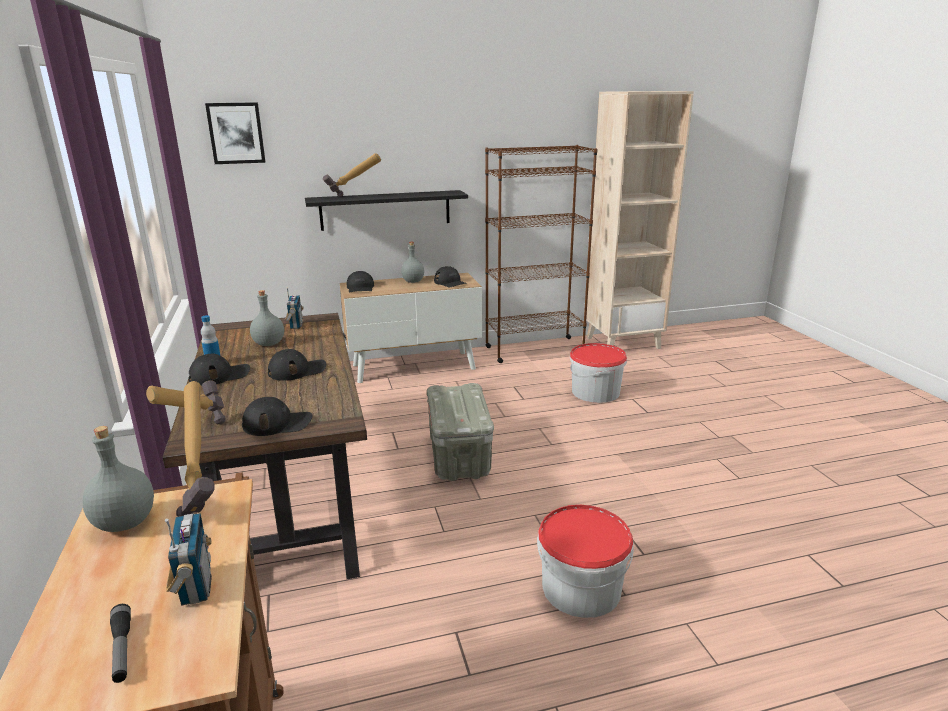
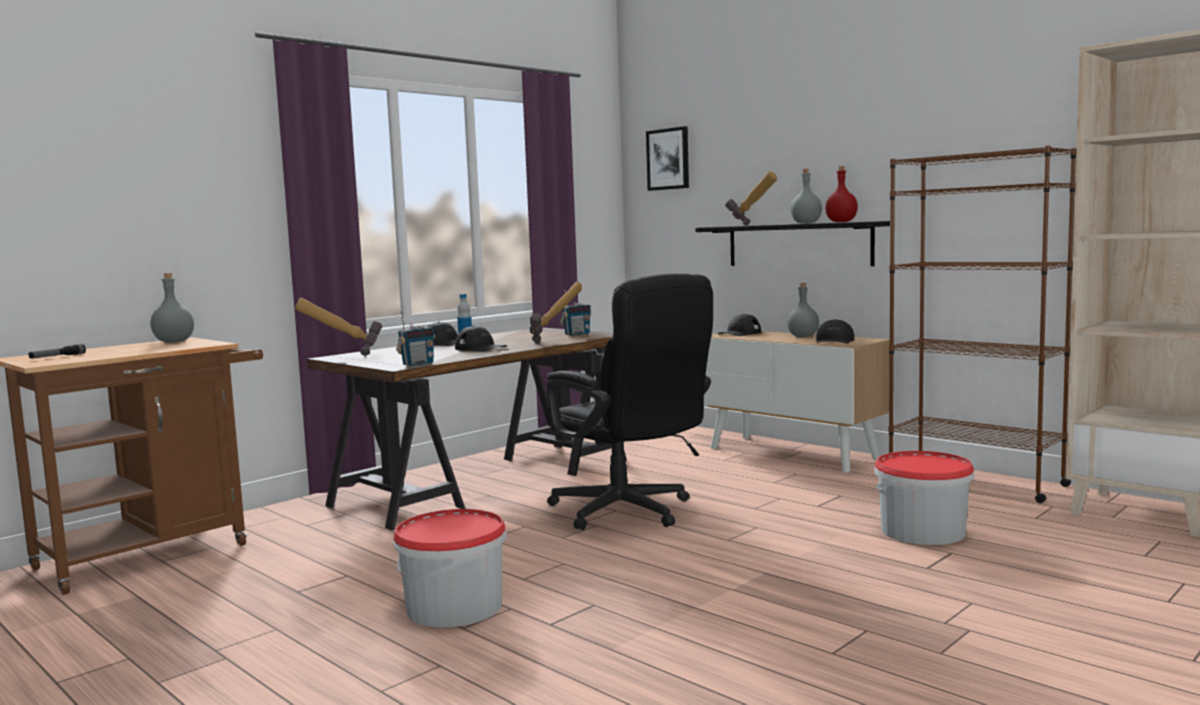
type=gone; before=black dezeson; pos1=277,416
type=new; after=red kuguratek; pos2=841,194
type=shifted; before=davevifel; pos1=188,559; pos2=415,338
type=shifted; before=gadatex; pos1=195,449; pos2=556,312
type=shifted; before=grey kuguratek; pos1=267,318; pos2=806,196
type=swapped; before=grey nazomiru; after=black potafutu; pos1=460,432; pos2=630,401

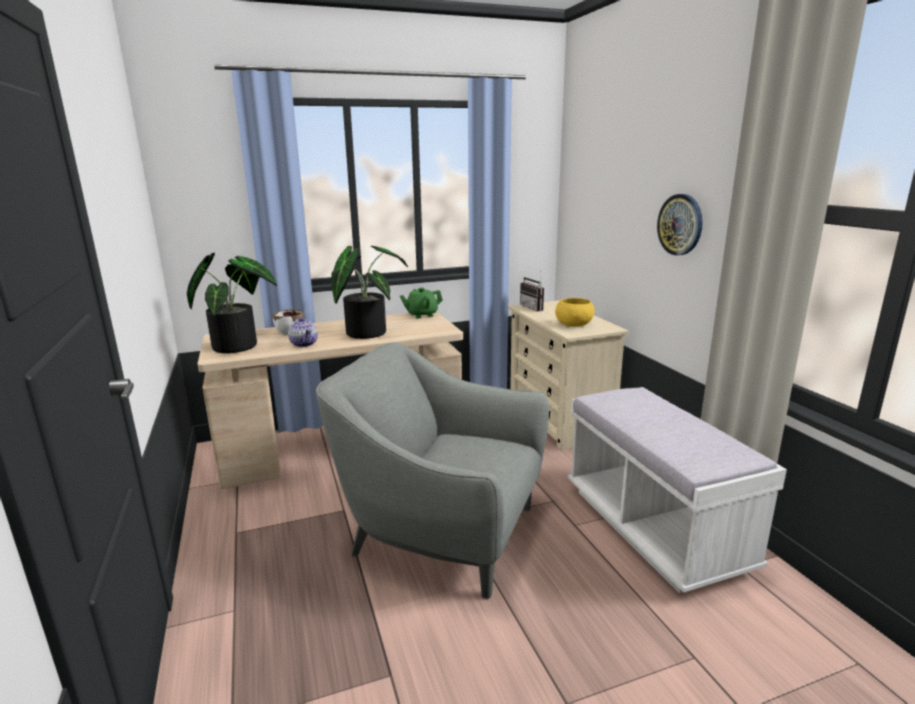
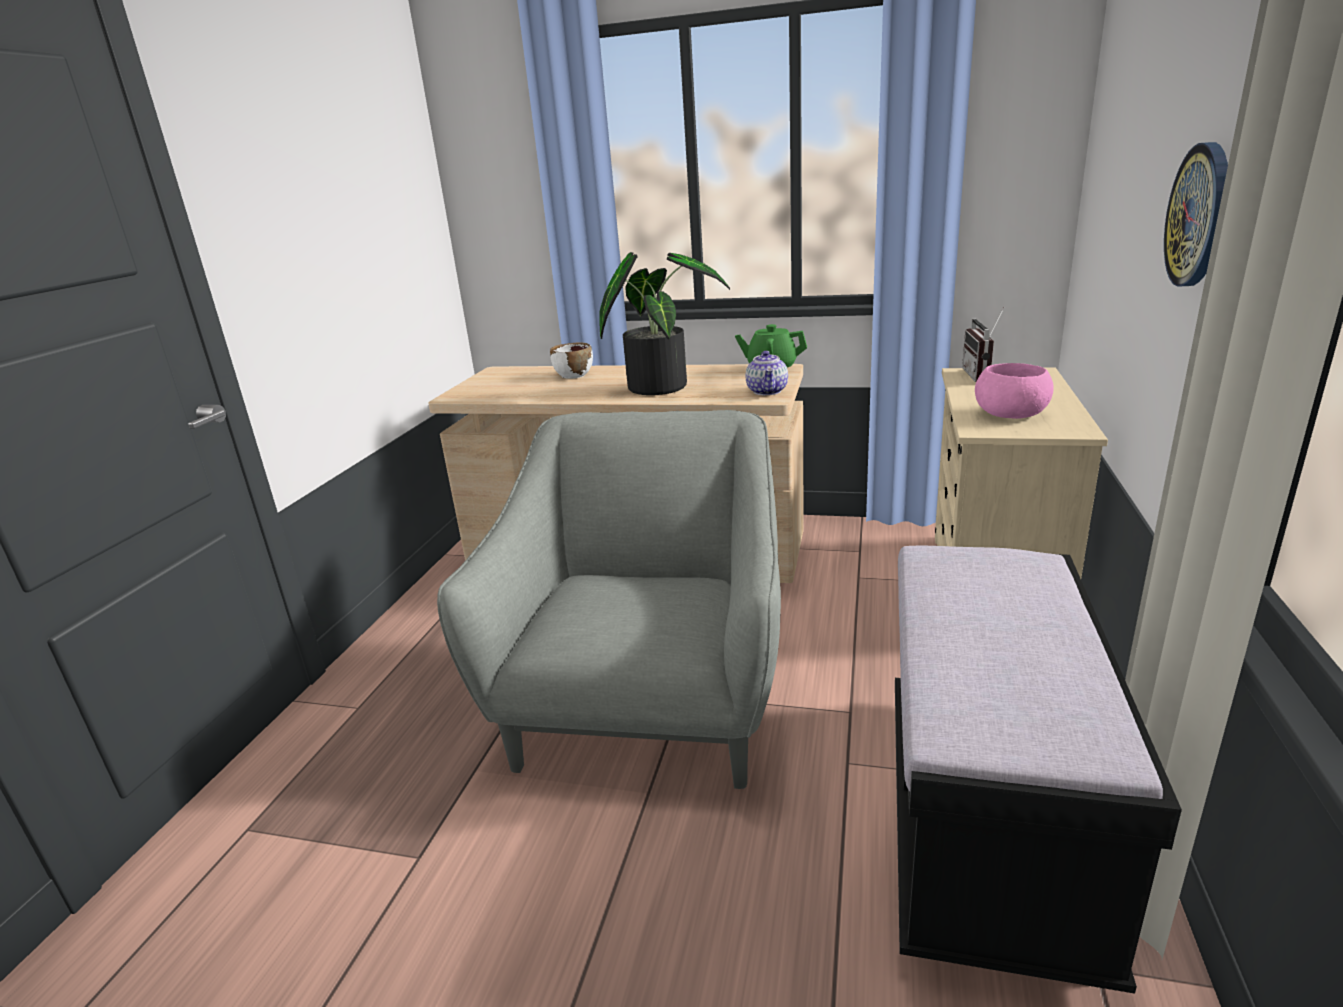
type=gone; before=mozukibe; pos1=232,303
type=shifted; before=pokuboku; pos1=303,332; pos2=767,373
type=repainted; before=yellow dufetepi; after=pink dufetepi; pos1=575,312; pos2=1014,391
type=repainted; before=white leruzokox; after=black leruzokox; pos1=677,490; pos2=1038,770
type=rotated; before=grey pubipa; pos1=432,471; pos2=609,599; turn=45

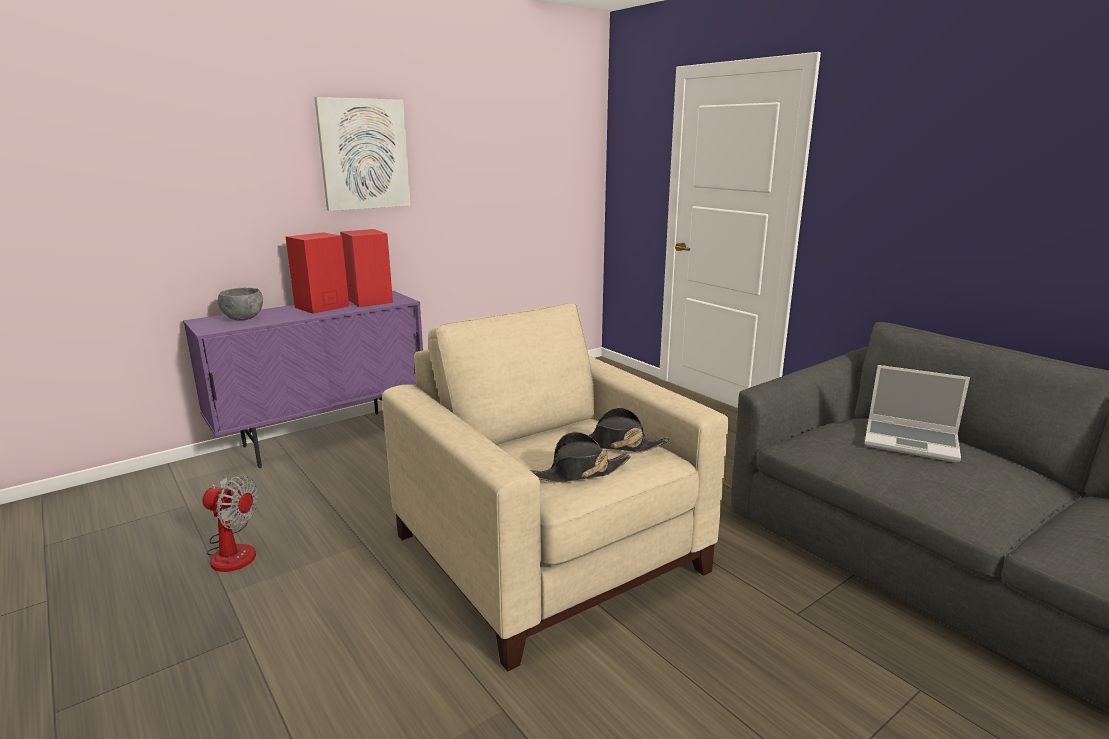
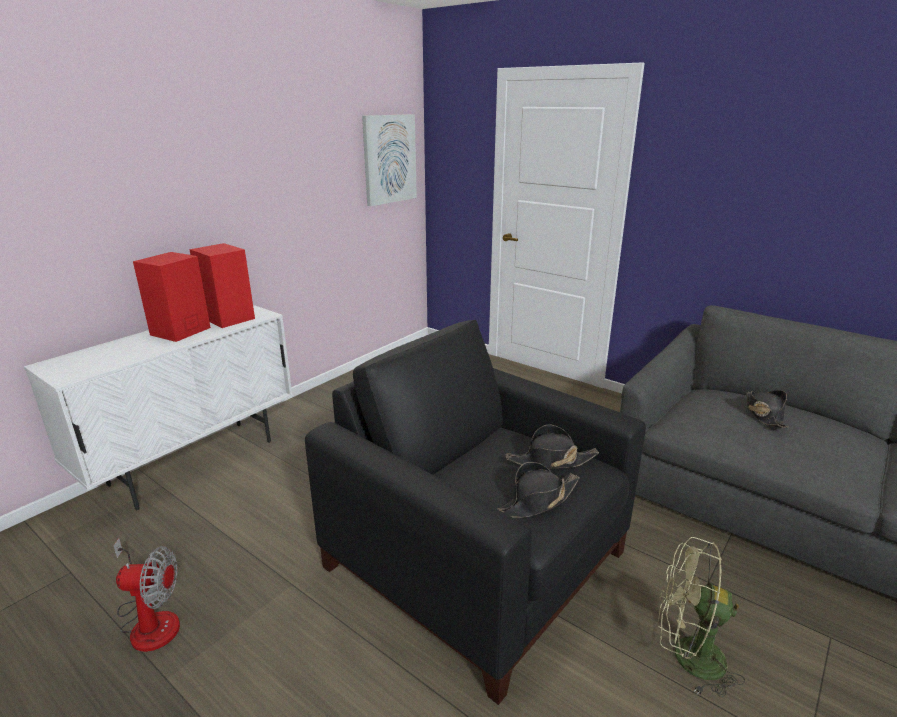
type=gone; before=grey dufetepi; pos1=240,304
type=new; after=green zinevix; pos2=701,617
type=shifted; before=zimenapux; pos1=362,154; pos2=389,160
type=swapped; before=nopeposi; after=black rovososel; pos1=917,413; pos2=767,409
type=repainted; before=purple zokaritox; after=white zokaritox; pos1=303,379; pos2=158,407
type=repainted; before=beige pubipa; after=black pubipa; pos1=555,487; pos2=475,512

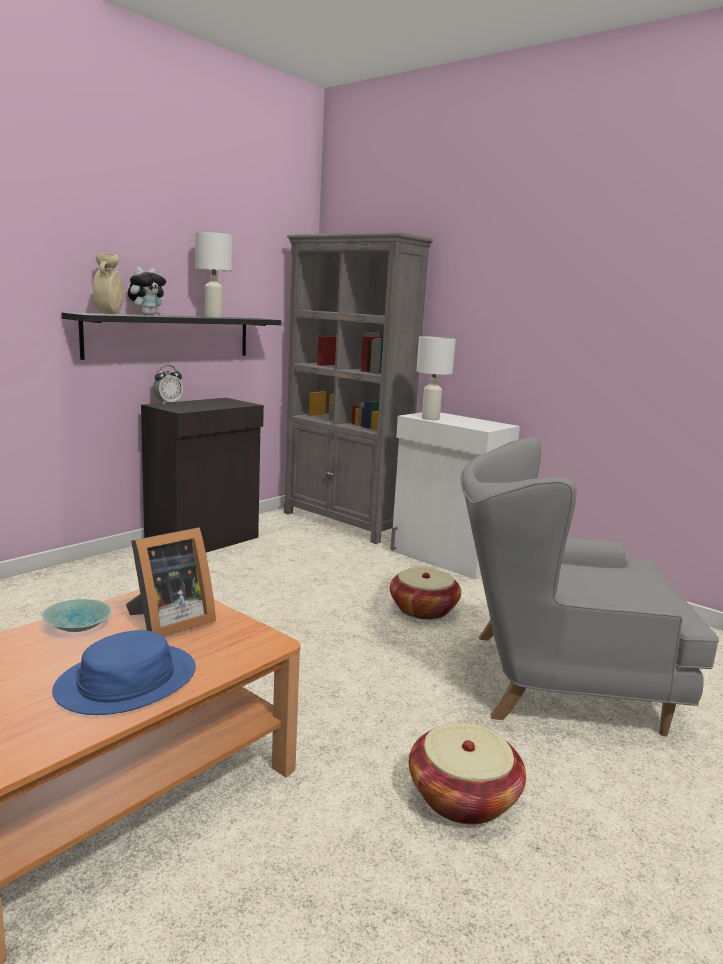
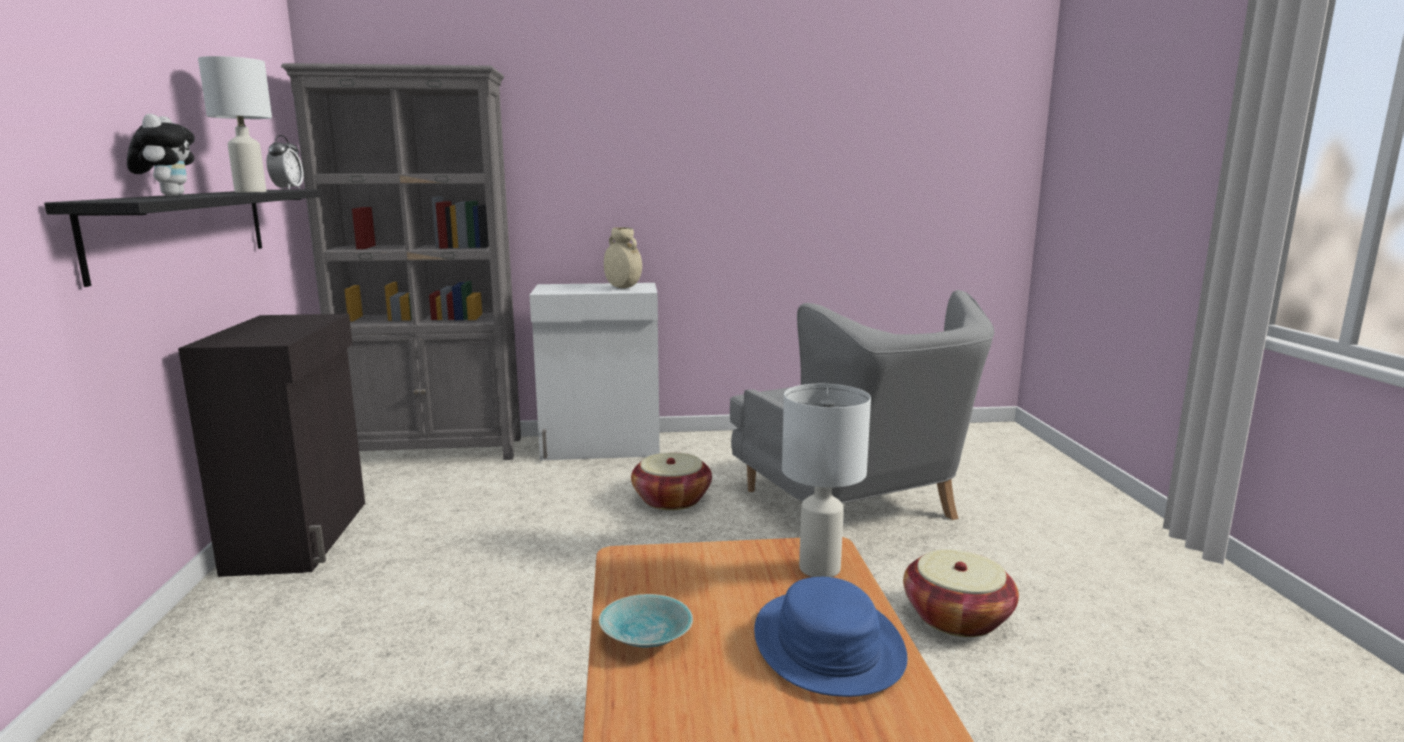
type=gone; before=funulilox; pos1=171,582
type=shifted; before=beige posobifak; pos1=108,283; pos2=623,257
type=shifted; before=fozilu; pos1=168,385; pos2=284,162
type=shifted; before=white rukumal; pos1=436,378; pos2=826,480
type=rotated; before=grey pubipa; pos1=589,587; pos2=862,405; turn=-75

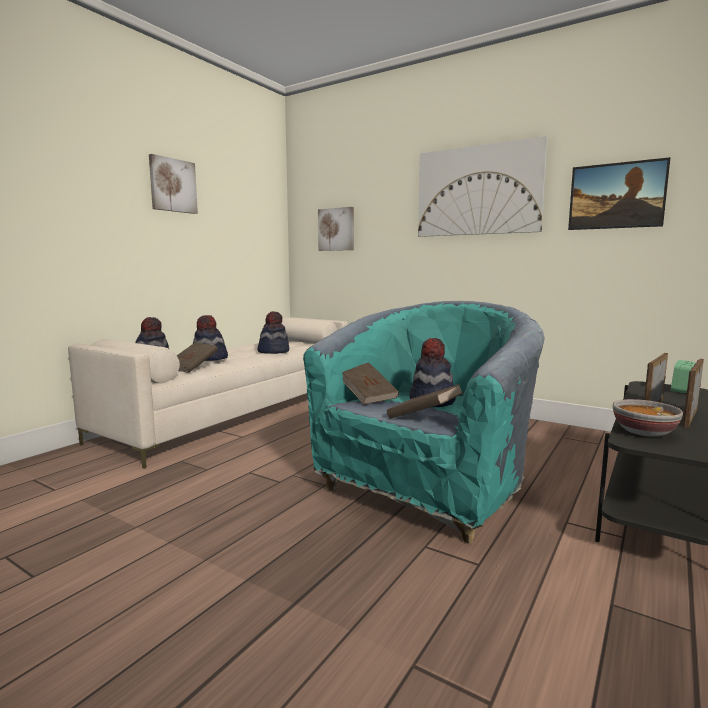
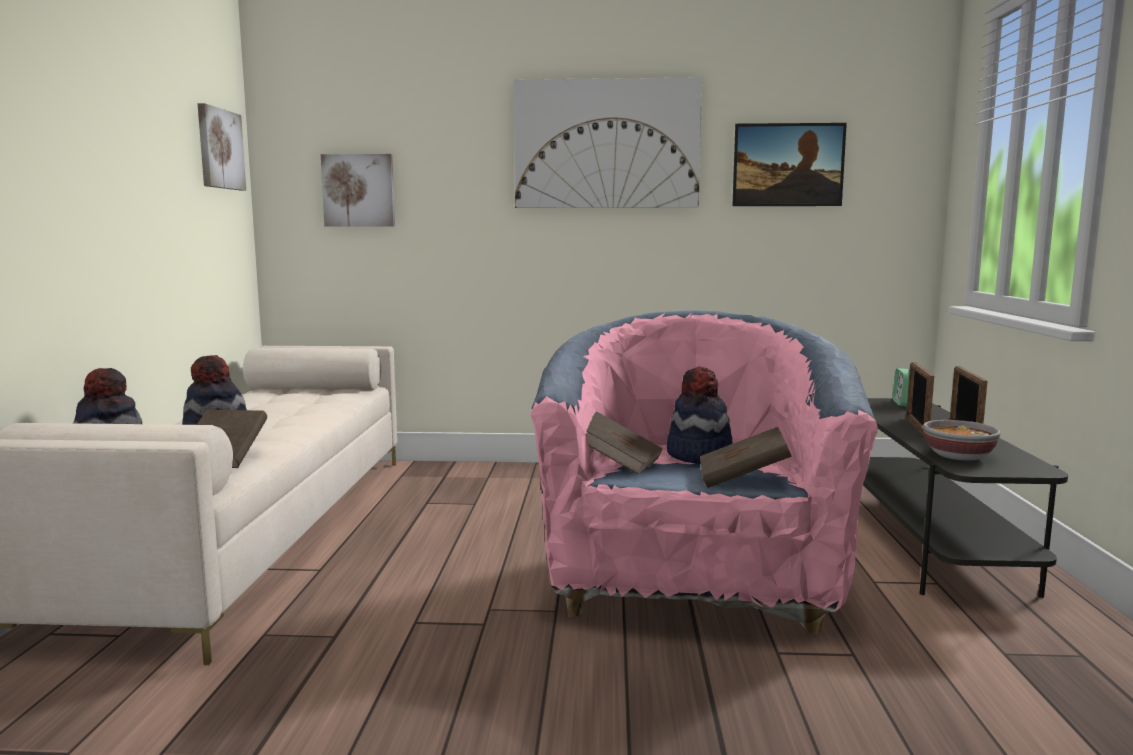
type=gone; before=rovososel; pos1=273,332
type=shifted; before=zimenapux; pos1=173,184; pos2=221,146
type=repainted; before=turquoise pubipa; after=pink pubipa; pos1=424,422; pos2=704,472

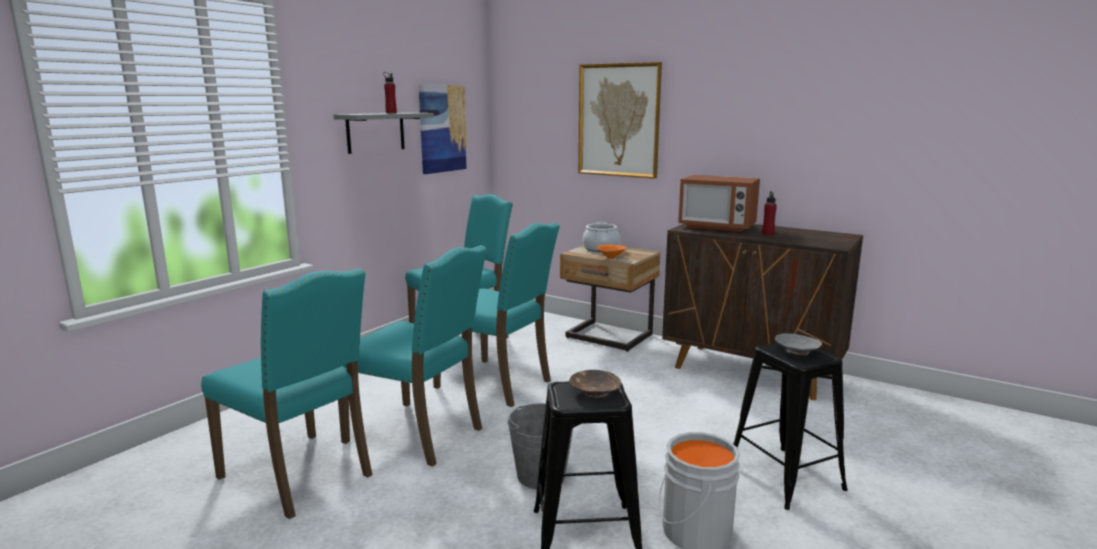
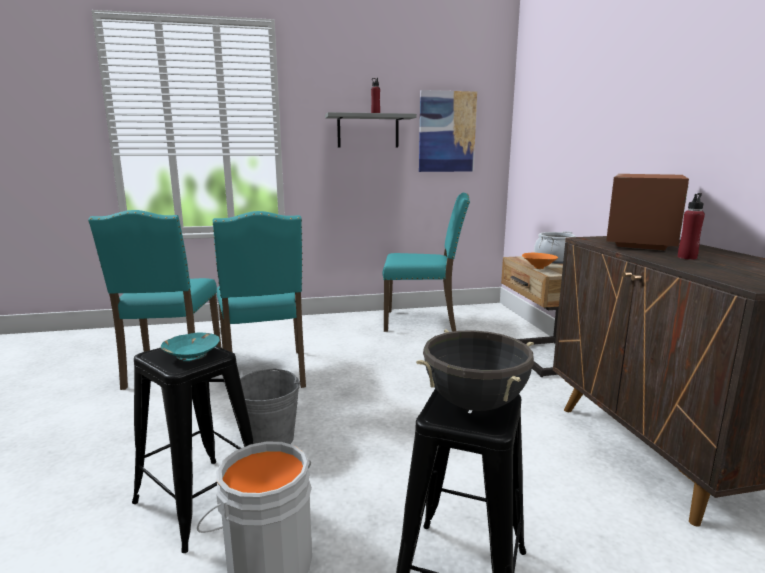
type=gone; before=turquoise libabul; pos1=496,315
type=gone; before=zimenapux; pos1=620,120
type=swapped; before=grey dufetepi; after=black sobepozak; pos1=798,344; pos2=475,370
type=repainted; before=brown dufetepi; after=turquoise dufetepi; pos1=595,384; pos2=190,347
type=rotated; before=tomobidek; pos1=719,203; pos2=647,212; turn=-135

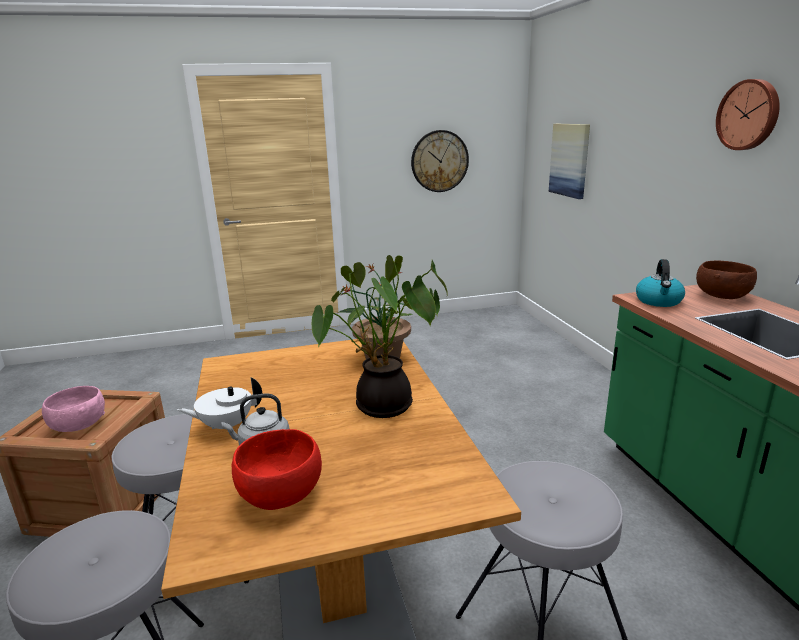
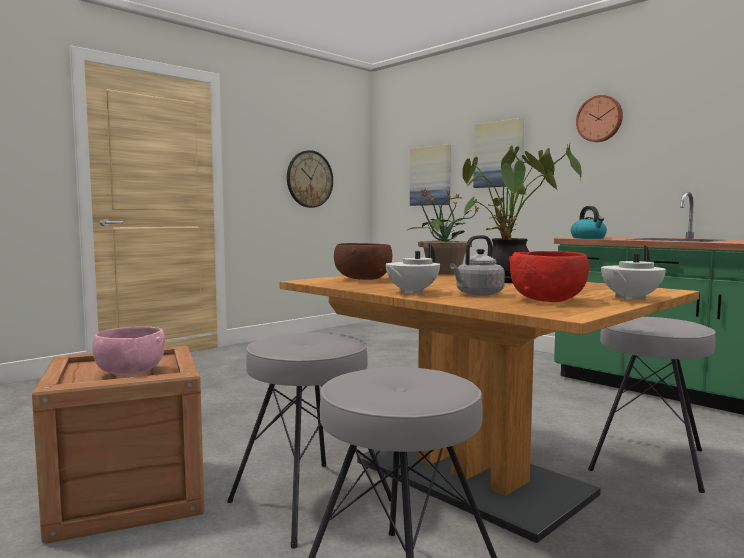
type=new; after=zimenapux; pos2=498,153
type=new; after=white pokuboku; pos2=633,273
type=shifted; before=brown dufetepi; pos1=726,280; pos2=363,261

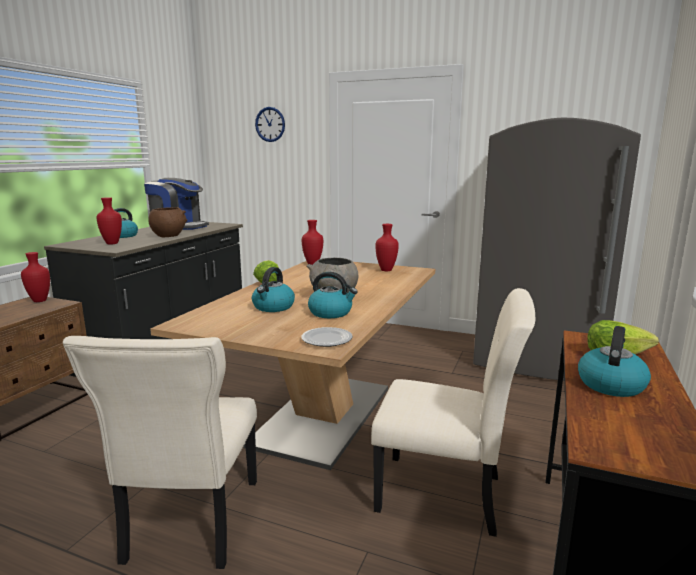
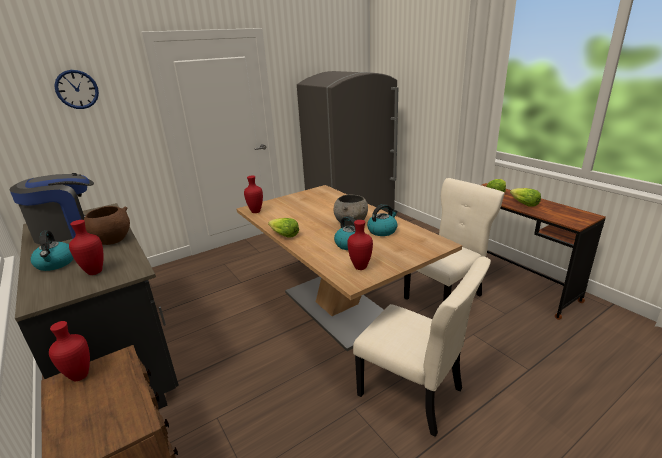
type=gone; before=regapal; pos1=327,337
type=shifted; before=red posobifak; pos1=387,247; pos2=360,245
type=swapped; before=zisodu; after=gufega; pos1=614,361; pos2=525,197

